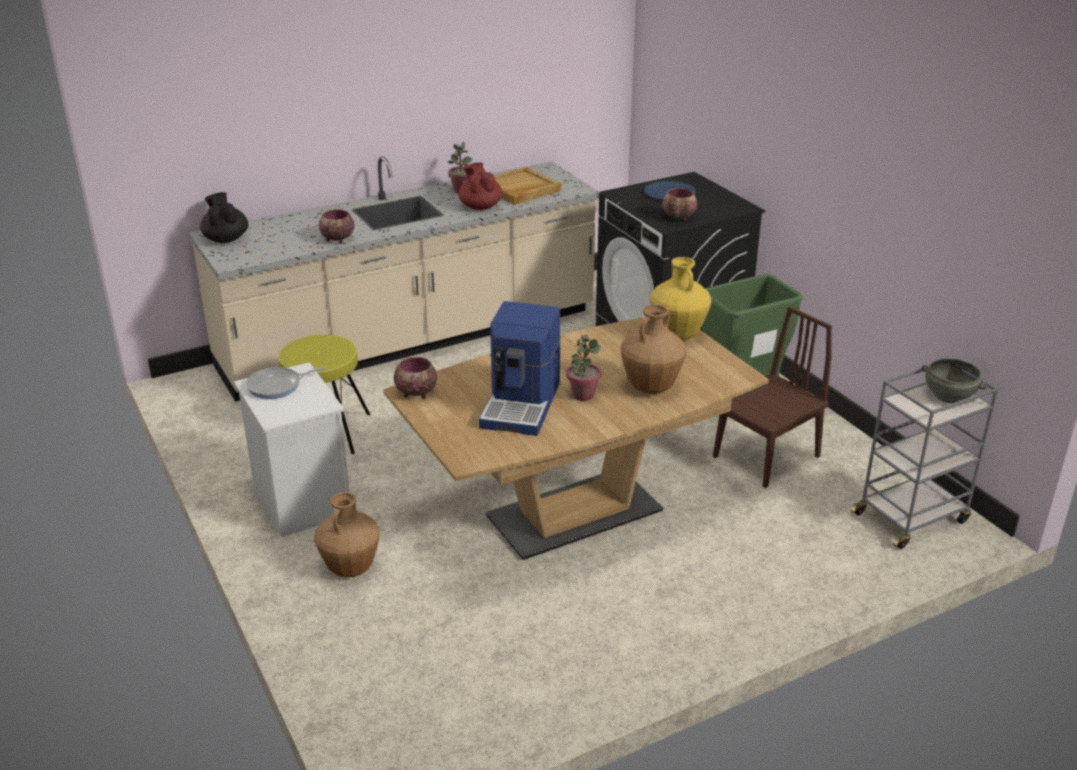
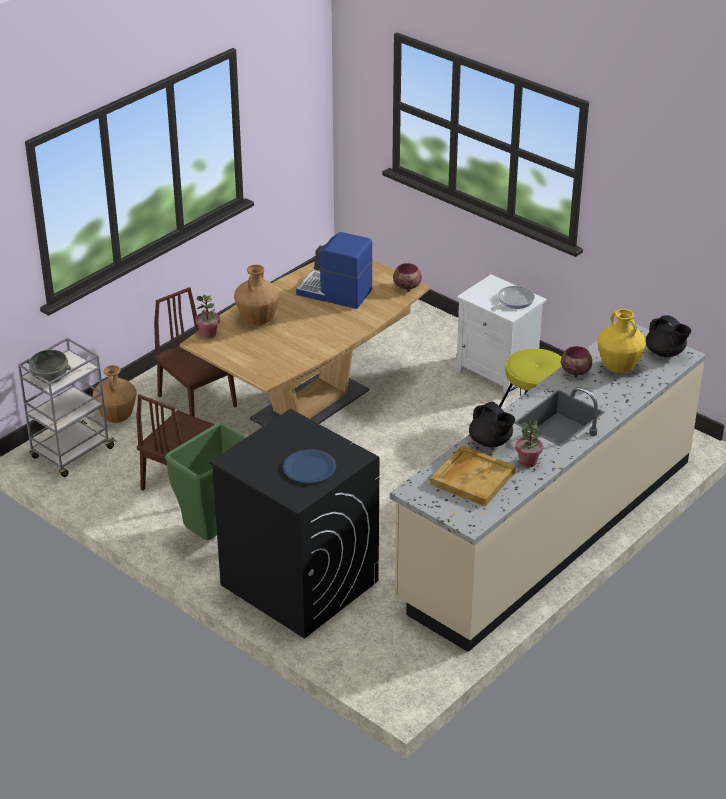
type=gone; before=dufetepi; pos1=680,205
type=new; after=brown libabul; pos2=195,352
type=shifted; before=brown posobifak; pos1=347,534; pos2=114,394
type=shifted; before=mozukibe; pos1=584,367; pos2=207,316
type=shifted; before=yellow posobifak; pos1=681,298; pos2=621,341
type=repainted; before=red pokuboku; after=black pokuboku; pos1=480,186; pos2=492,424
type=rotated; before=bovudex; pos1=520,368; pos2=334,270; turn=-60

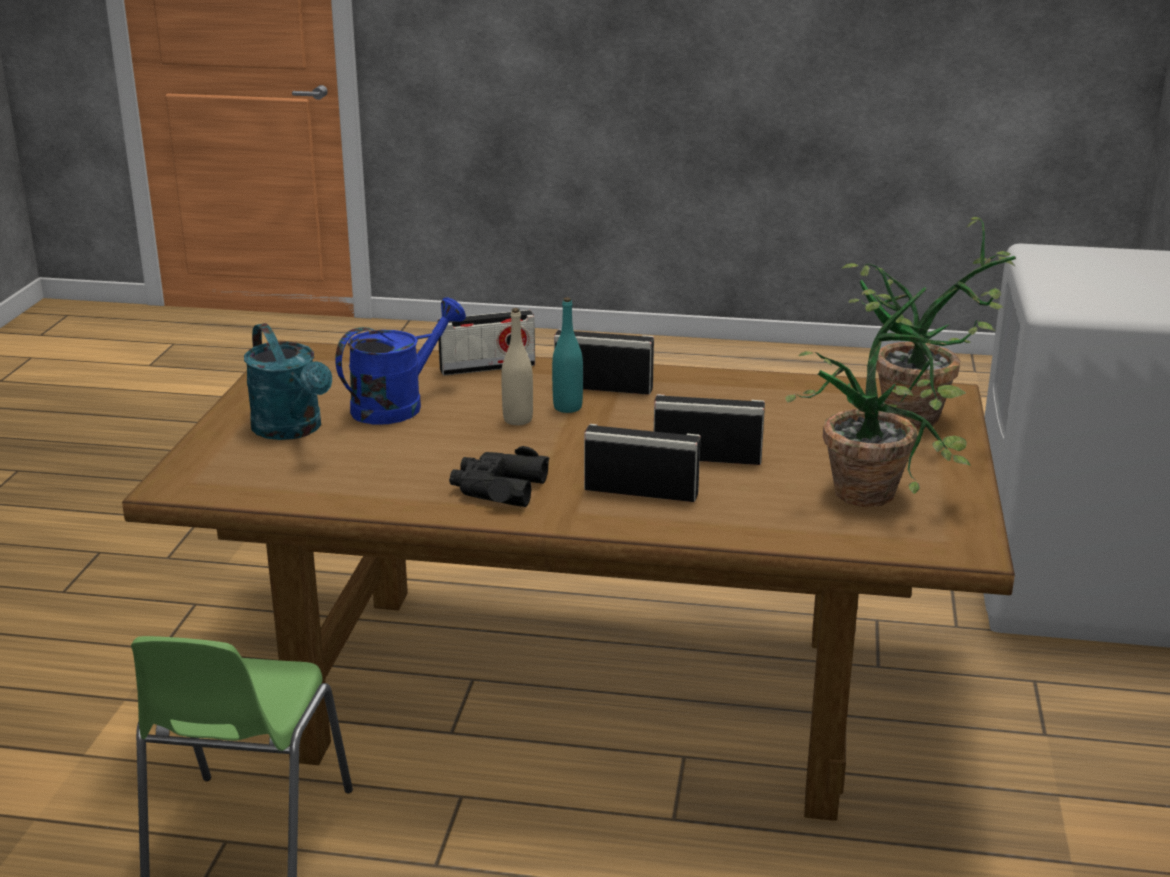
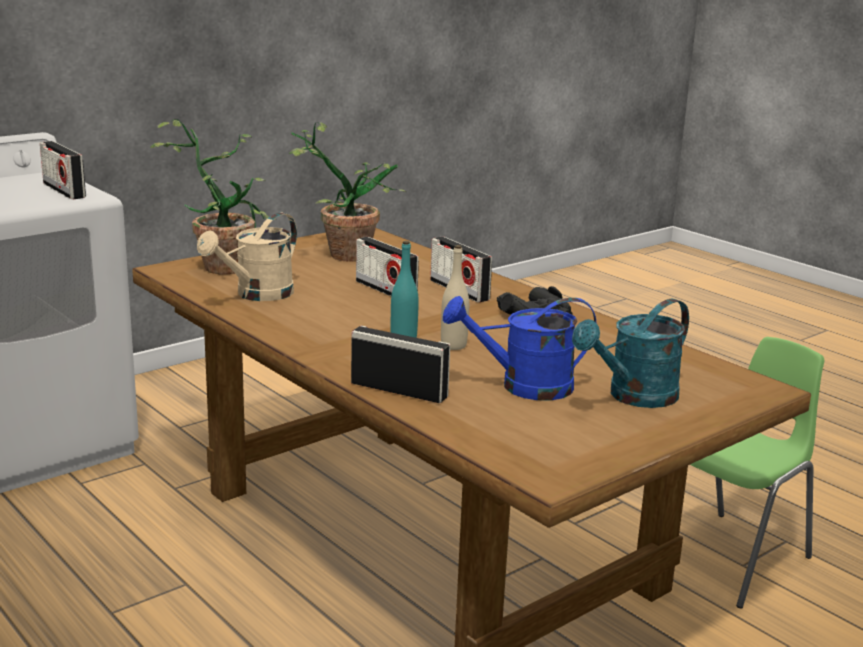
type=new; after=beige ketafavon; pos2=247,257
type=shifted; before=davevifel; pos1=604,362; pos2=63,170
type=rotated; before=turquoise ketafavon; pos1=288,381; pos2=630,353; turn=-135

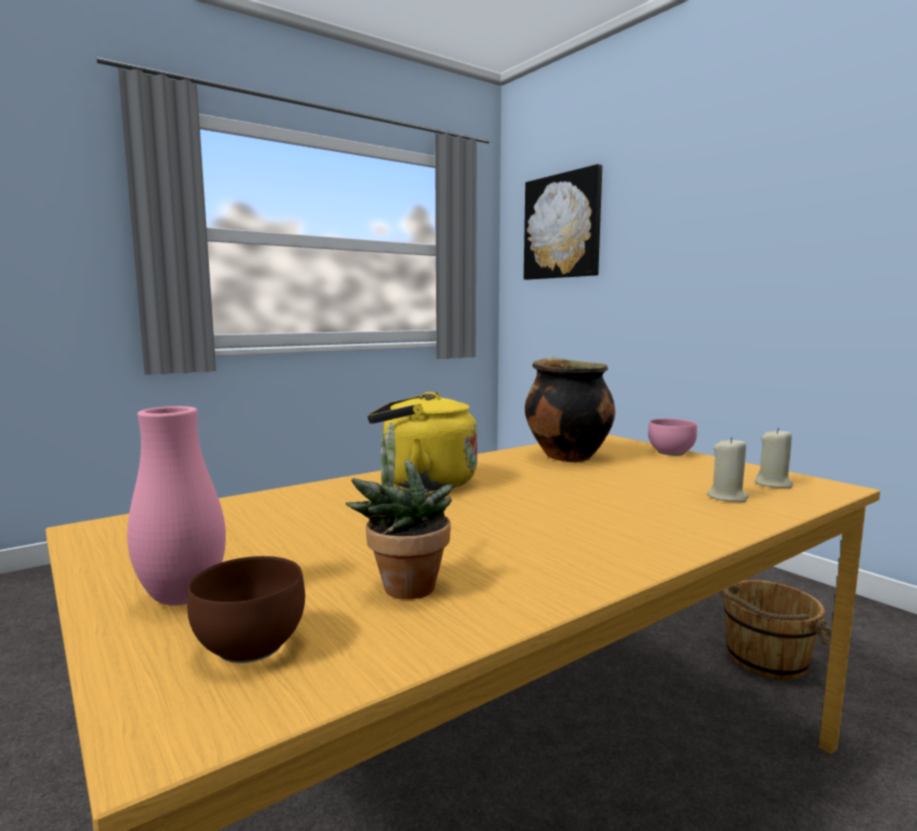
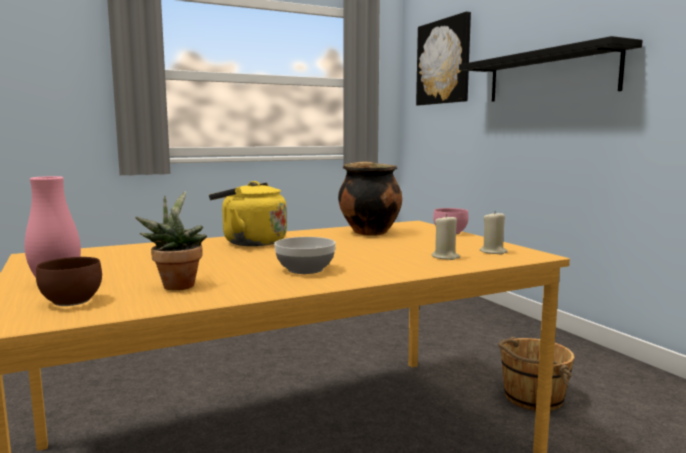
type=new; after=dufetepi; pos2=305,255
type=new; after=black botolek; pos2=551,69

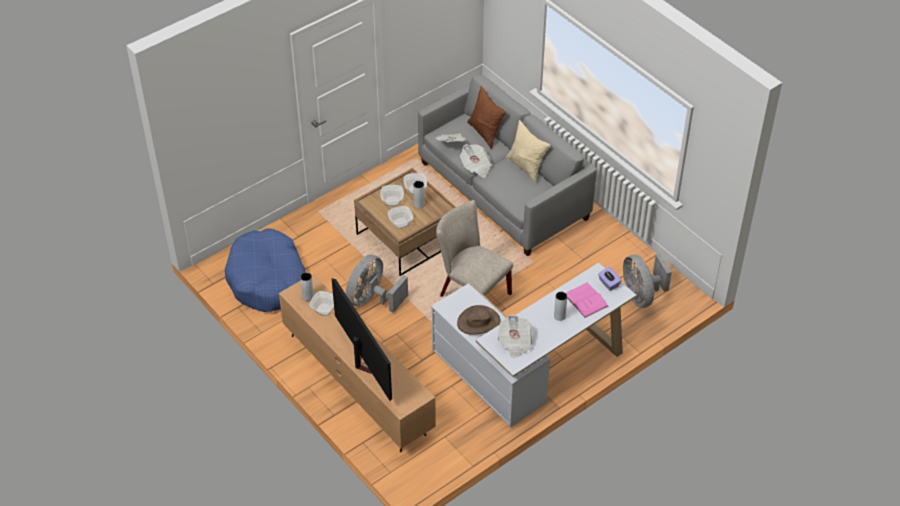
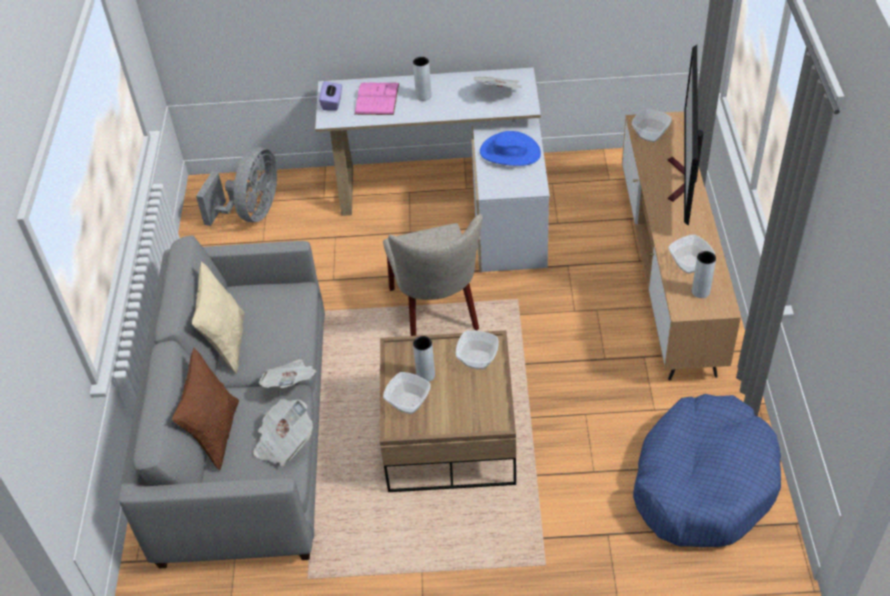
type=gone; before=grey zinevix; pos1=377,284
type=shifted; before=dufetepi; pos1=392,195; pos2=652,125
type=repainted; before=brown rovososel; after=blue rovososel; pos1=478,320; pos2=510,148

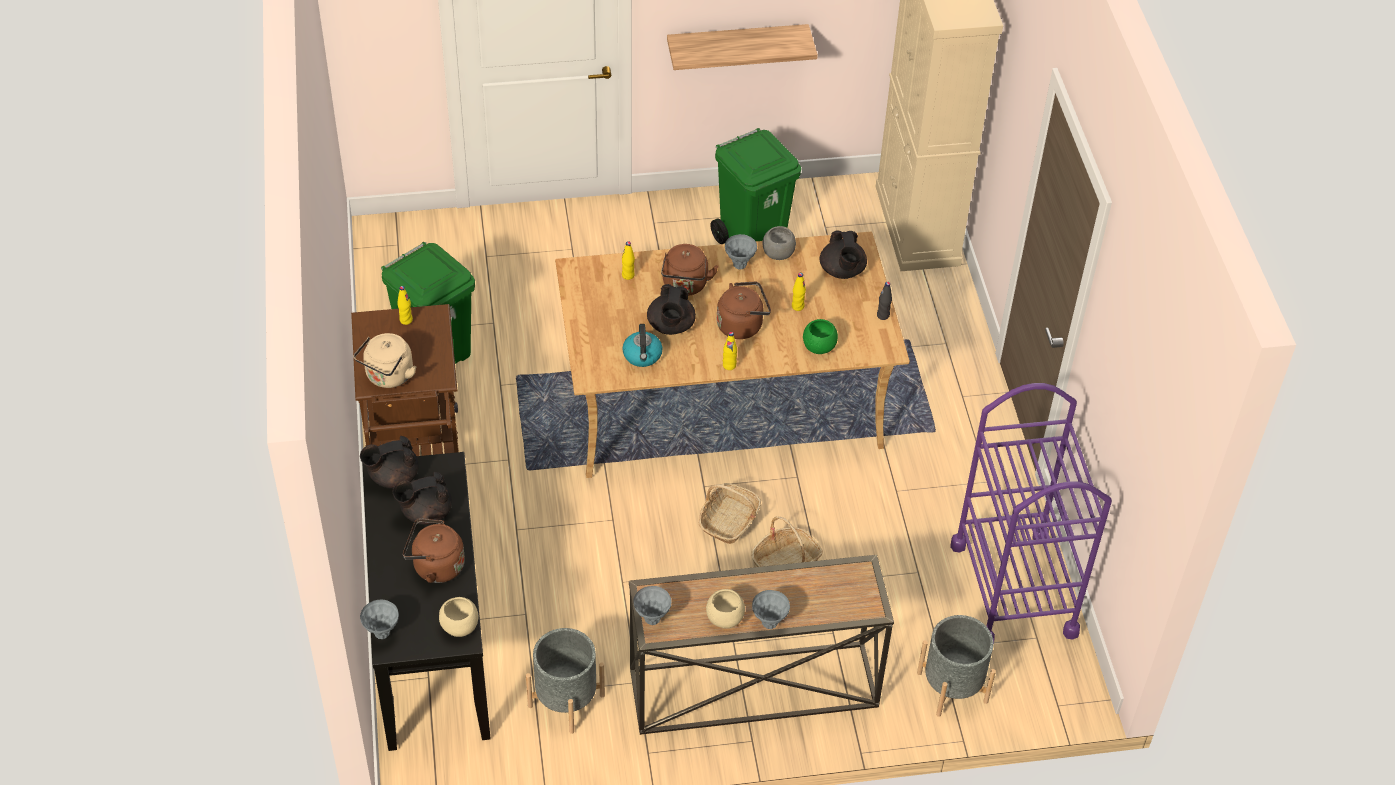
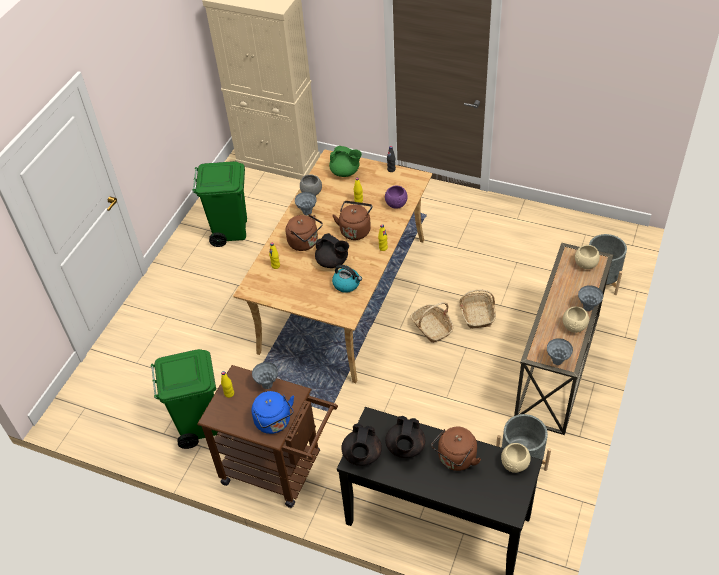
type=gone; before=botolek; pos1=742,47
type=gone; before=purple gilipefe; pos1=1031,512
type=new; after=beige dufetepi; pos2=587,257
type=shifted; before=grey posobifak; pos1=379,619; pos2=265,375
type=repainted; before=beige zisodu; after=blue zisodu; pos1=385,360; pos2=272,412
type=repainted; before=green dufetepi; after=purple dufetepi; pos1=820,336; pos2=396,197
type=repainted; before=black pokuboku; after=green pokuboku; pos1=843,254; pos2=345,161

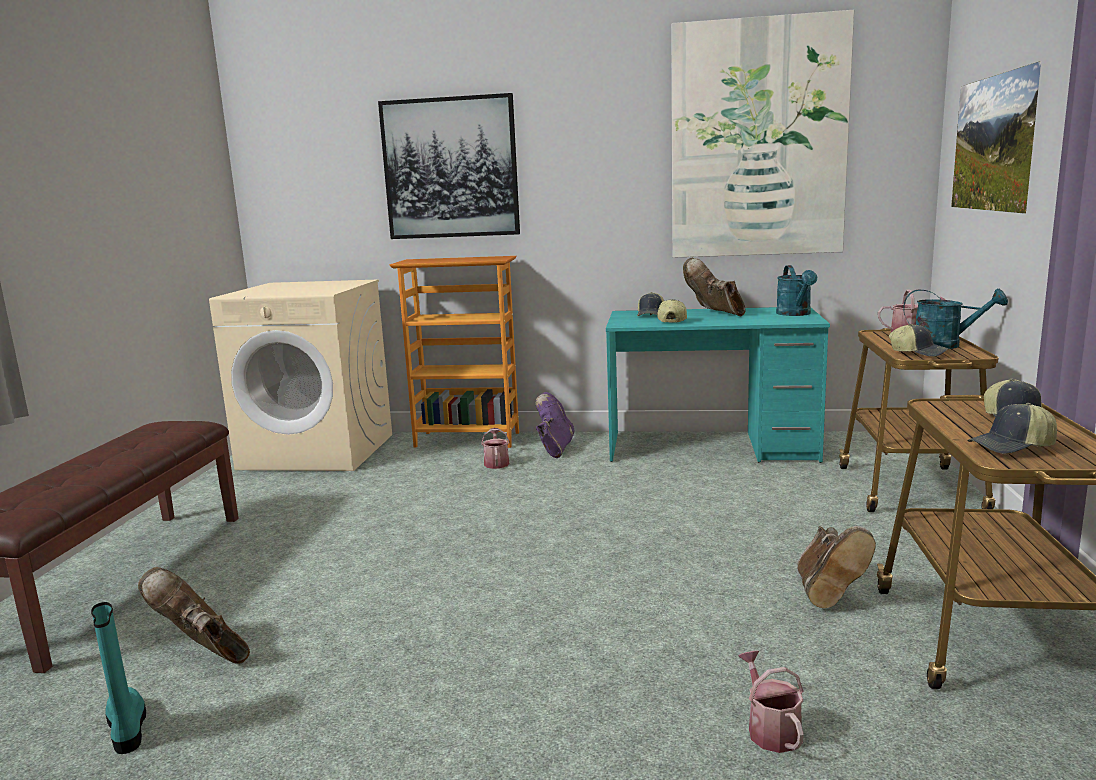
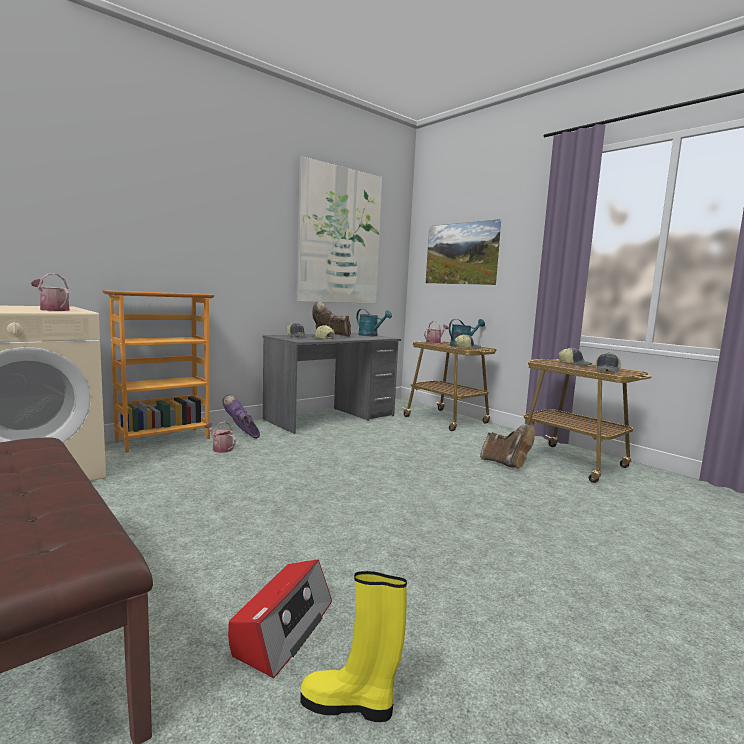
type=gone; before=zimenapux; pos1=449,166
type=shifted; before=ketafavon; pos1=771,702; pos2=50,292
type=swapped; before=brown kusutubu; after=davevifel; pos1=194,615; pos2=280,619
type=repainted; before=turquoise kusutubu; after=yellow kusutubu; pos1=118,678; pos2=353,646
type=repainted; before=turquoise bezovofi; after=grey bezovofi; pos1=718,385; pos2=332,383

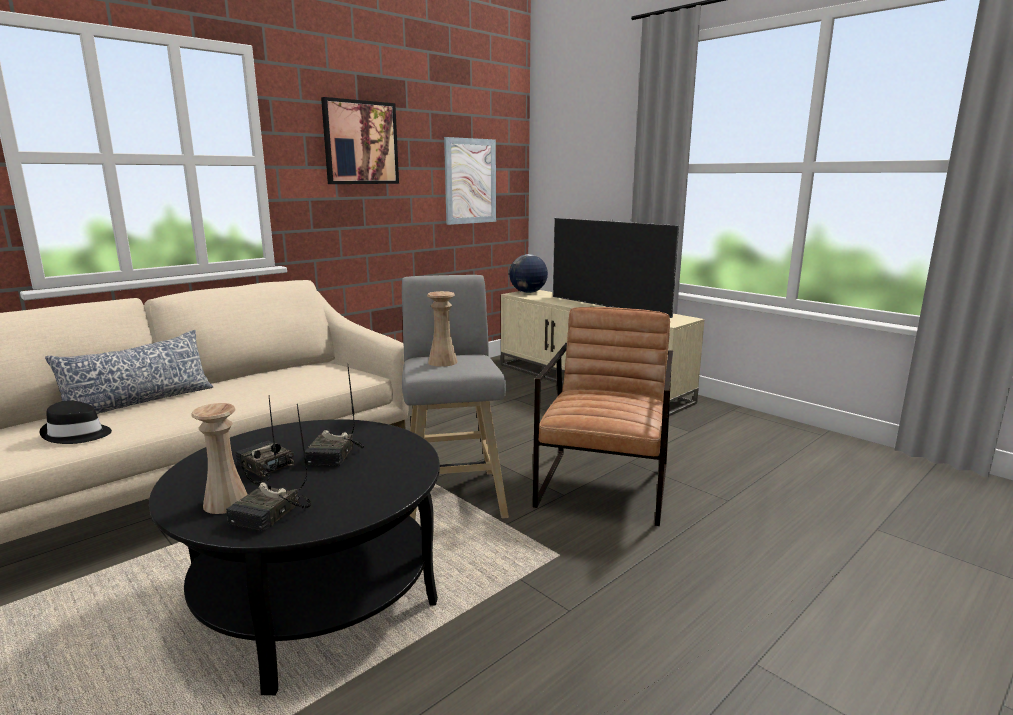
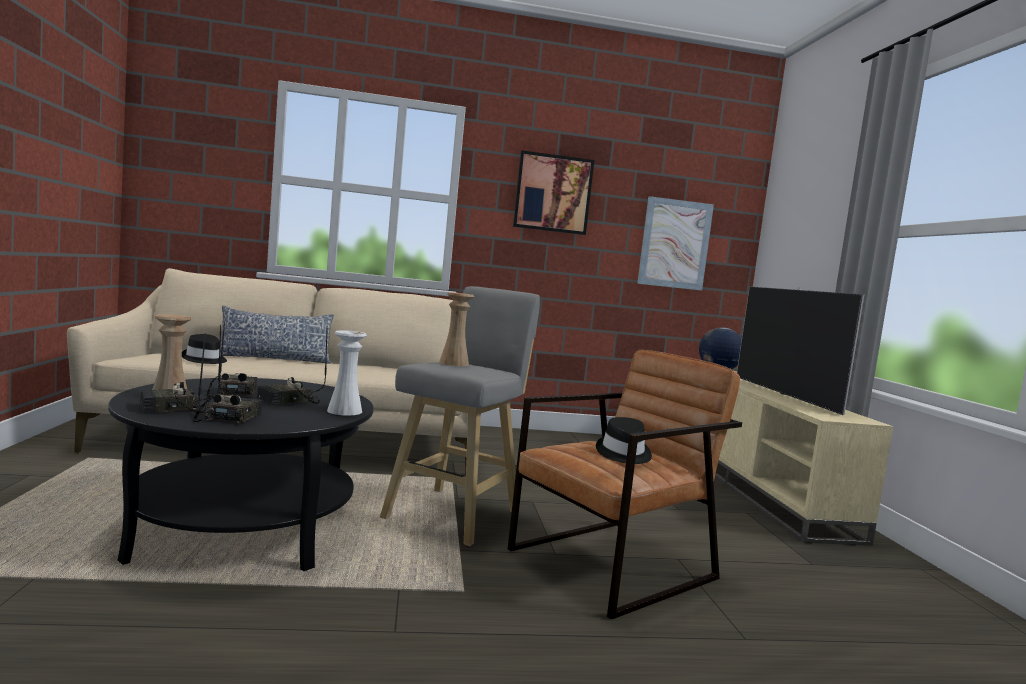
type=new; after=davevifel; pos2=227,380
type=new; after=white posobifak; pos2=347,373
type=new; after=black rovososel; pos2=624,440

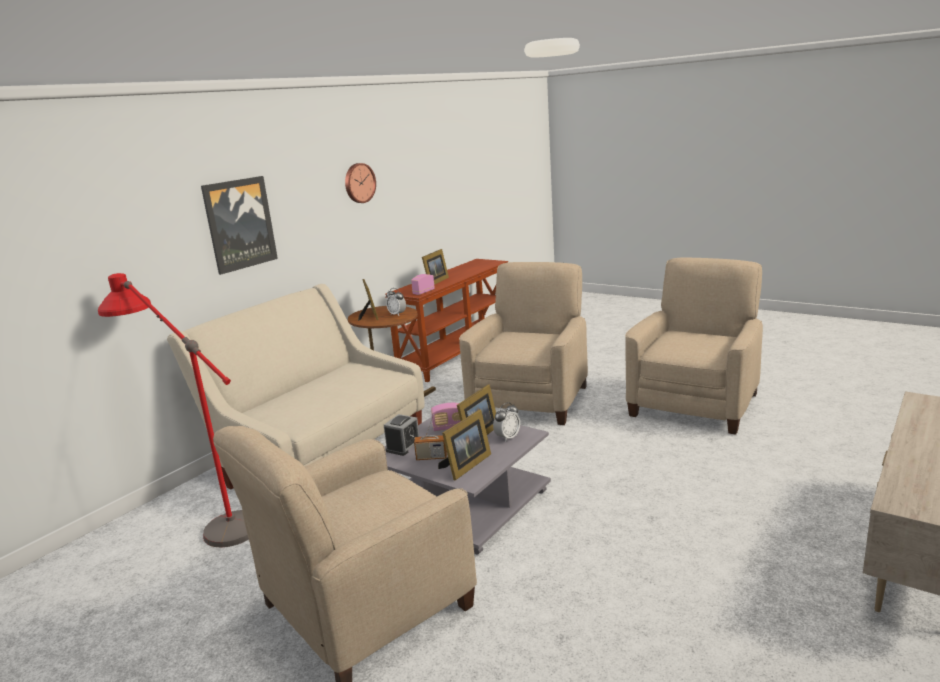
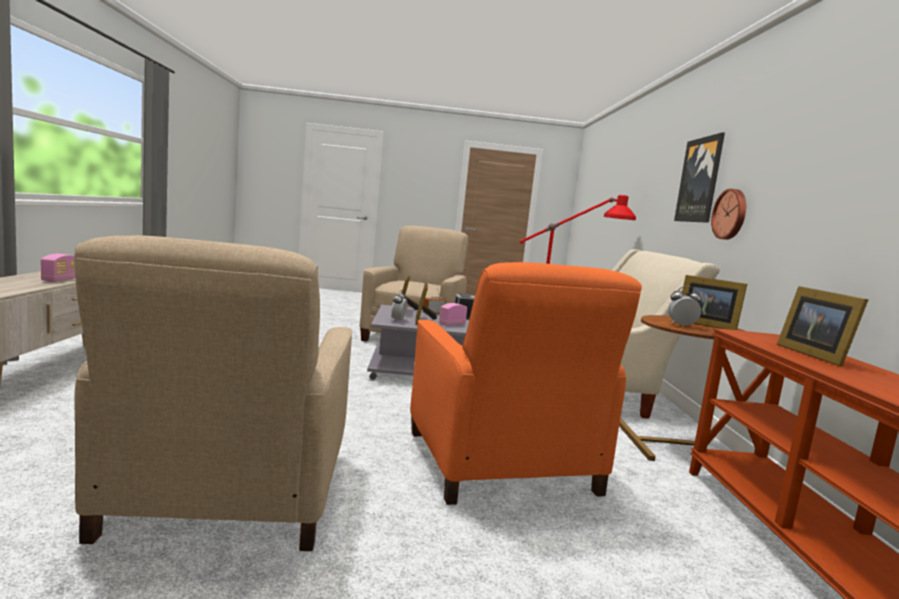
type=shifted; before=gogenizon; pos1=360,183; pos2=728,214
type=shifted; before=davevifel; pos1=423,284; pos2=58,268
type=repainted; before=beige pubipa; after=orange pubipa; pos1=523,343; pos2=526,383

